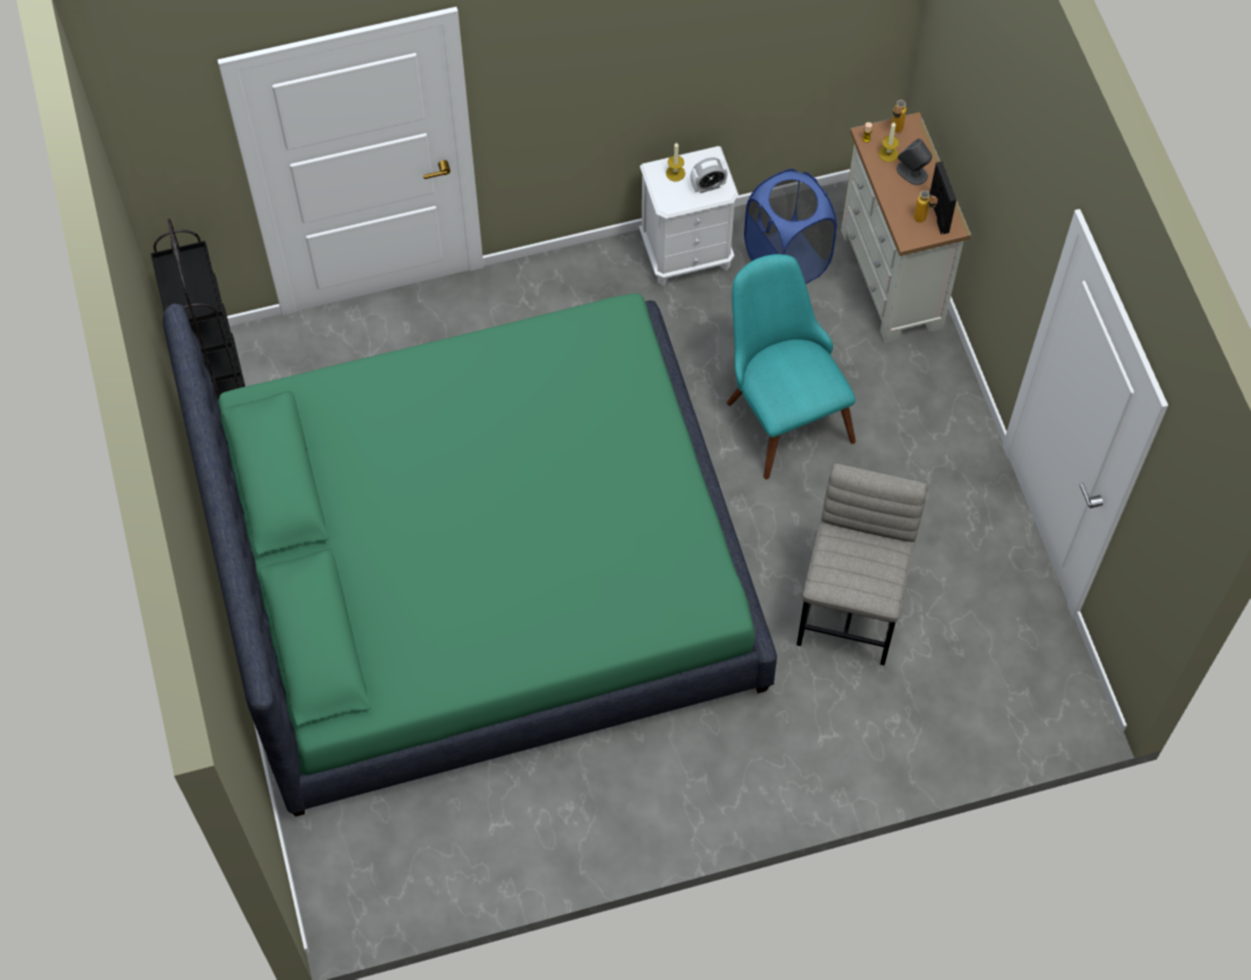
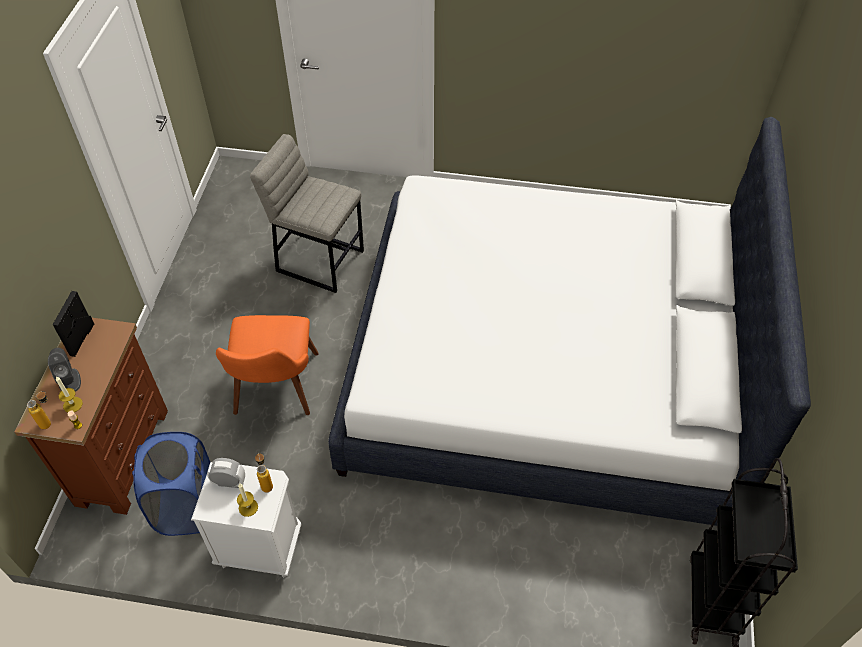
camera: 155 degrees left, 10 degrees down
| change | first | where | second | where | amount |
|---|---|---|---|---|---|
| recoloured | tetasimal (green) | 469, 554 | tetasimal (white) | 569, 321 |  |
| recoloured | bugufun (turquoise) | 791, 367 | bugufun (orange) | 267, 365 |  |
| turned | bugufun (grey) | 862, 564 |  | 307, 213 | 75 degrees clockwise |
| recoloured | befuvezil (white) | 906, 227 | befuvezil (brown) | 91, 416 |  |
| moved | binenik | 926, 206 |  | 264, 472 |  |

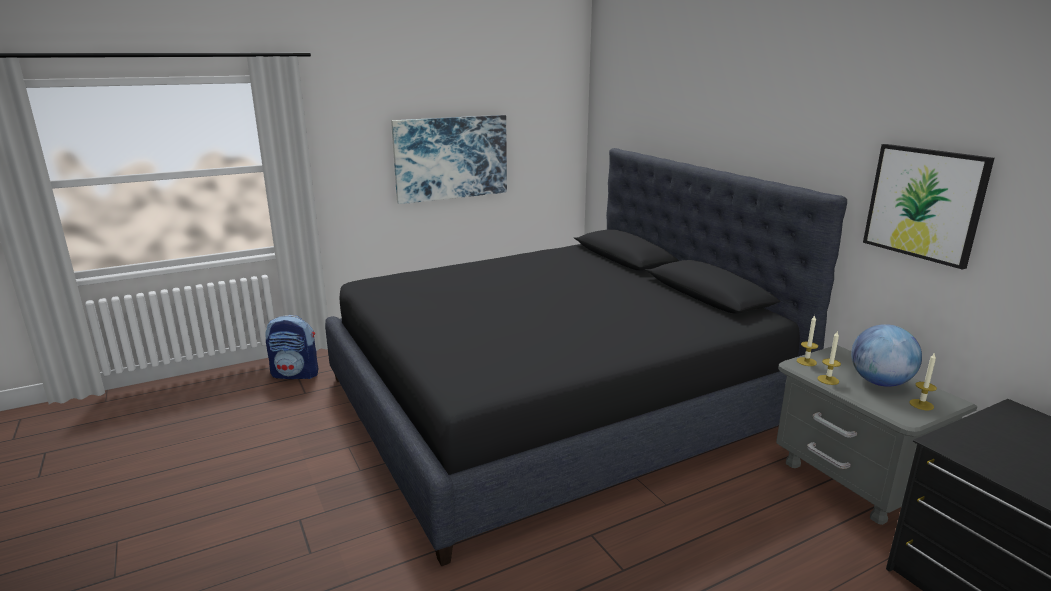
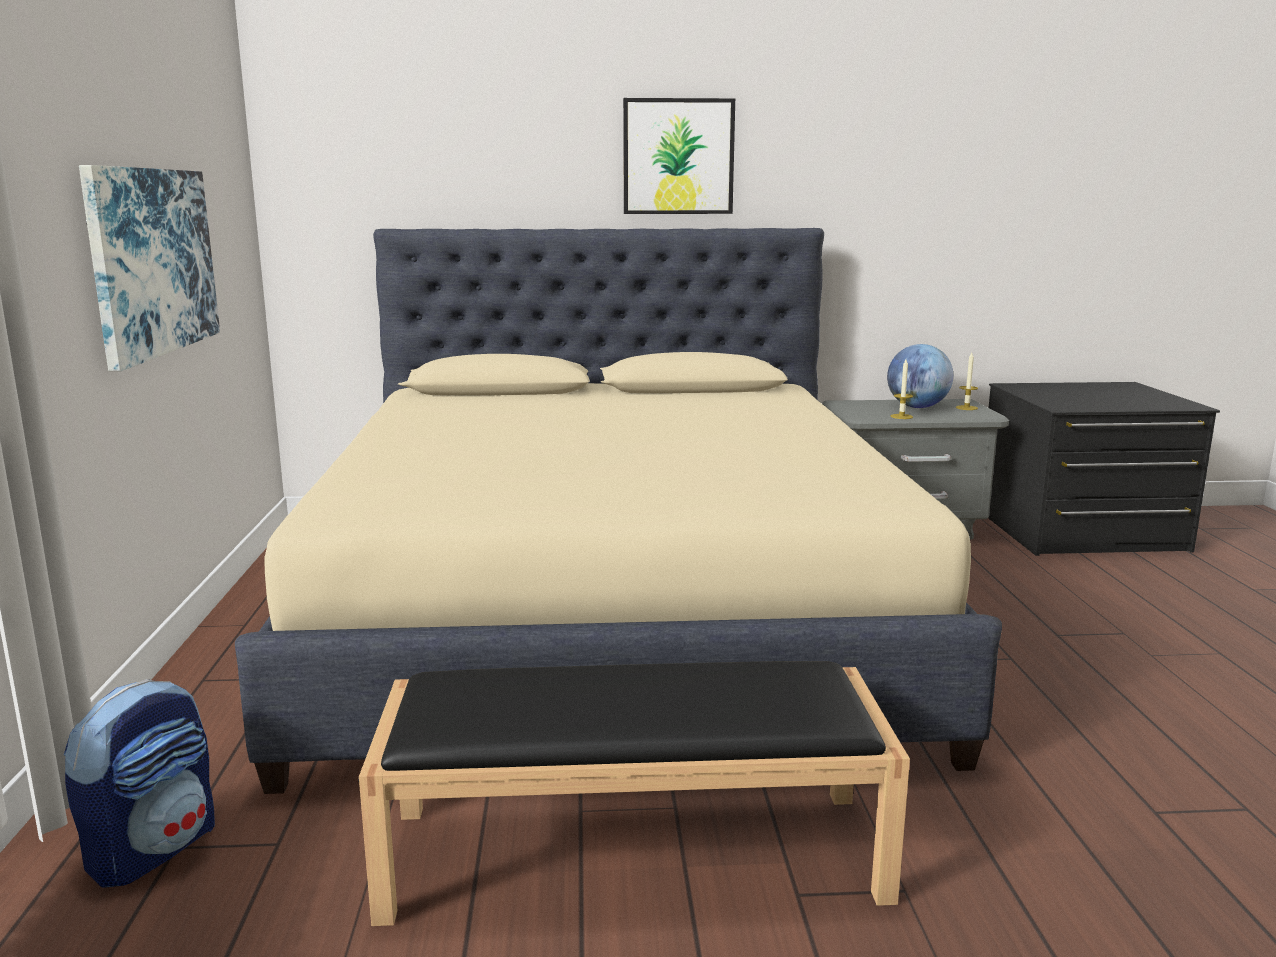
camera: 65 degrees left, 5 degrees down
| change | first | where | second | where | amount |
|---|---|---|---|---|---|
| recoloured | tetasimal (black) | 586, 357 | tetasimal (beige) | 618, 511 |  |
| removed | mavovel | 807, 340 |  |  |  |
| moved | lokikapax | 928, 207 |  | 679, 156 |  |
| added |  |  | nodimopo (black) | 634, 793 |  |

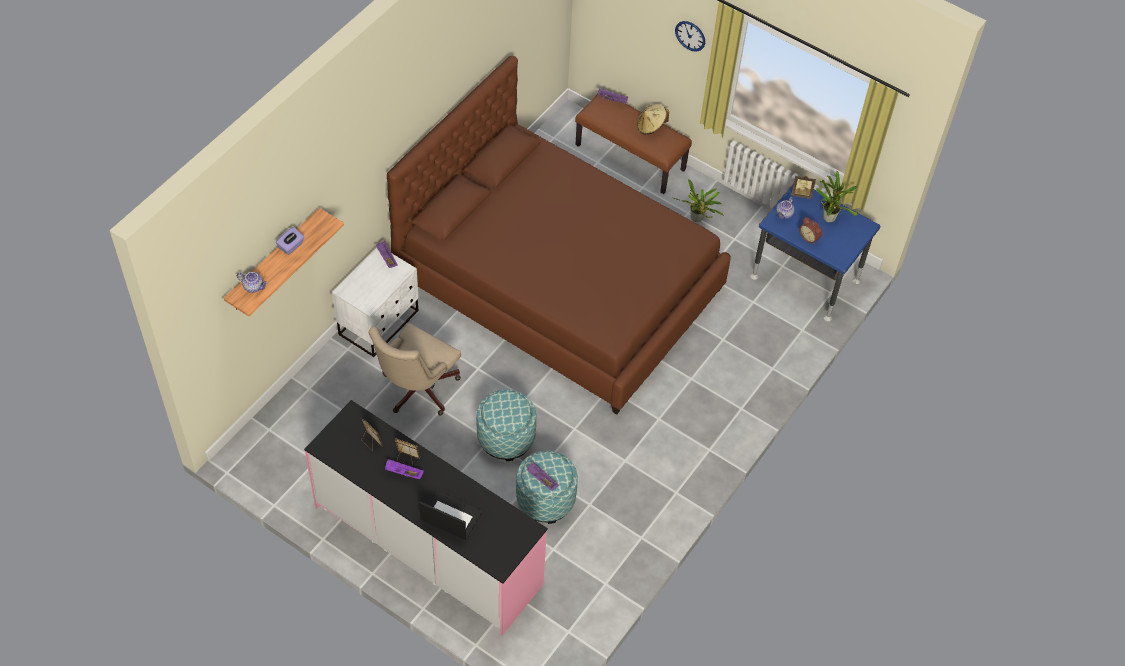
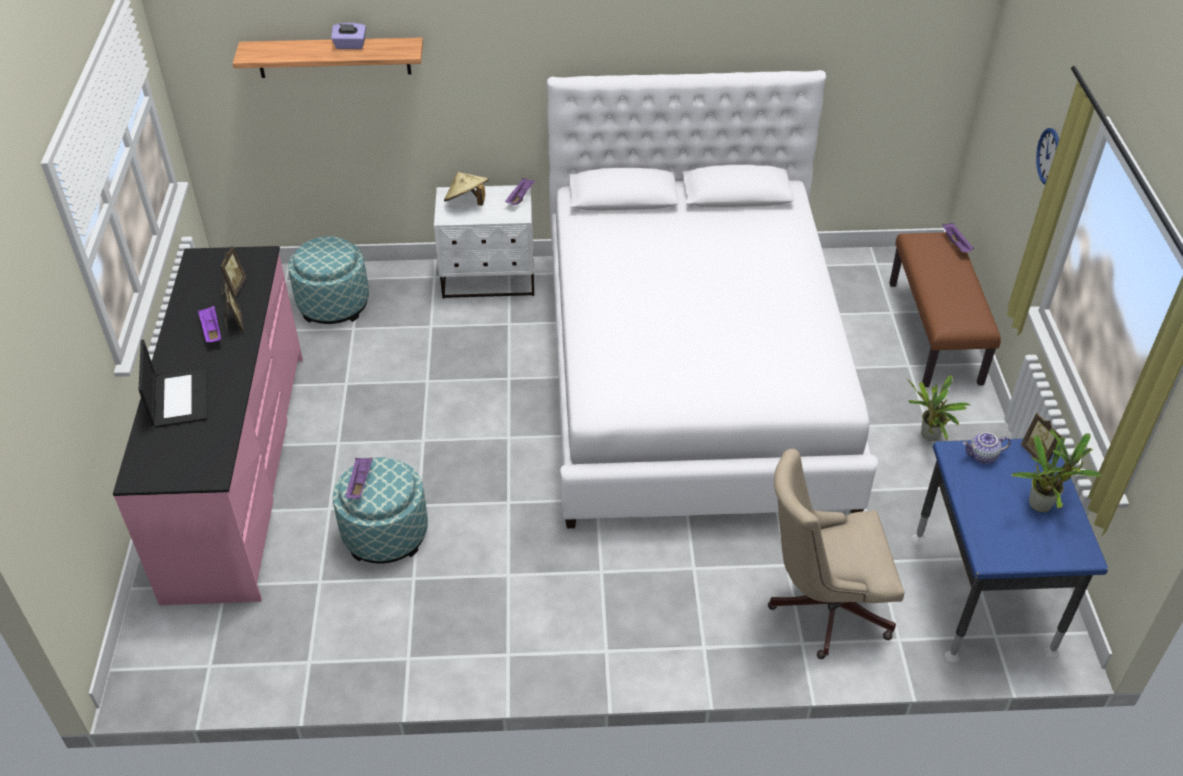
camera: 55 degrees right, 10 degrees down
| change | first | where | second | where | amount |
|---|---|---|---|---|---|
| removed | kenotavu | 252, 282 |  |  |  |
| moved | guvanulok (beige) | 415, 369 |  | 836, 554 |  |
| recoloured | tetasimal (brown) | 559, 235 | tetasimal (white) | 712, 299 |  |
| moved | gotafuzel | 506, 425 |  | 328, 280 |  |
| moved | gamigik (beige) | 653, 119 |  | 466, 189 |  |
| removed | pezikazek | 810, 230 |  |  |  |

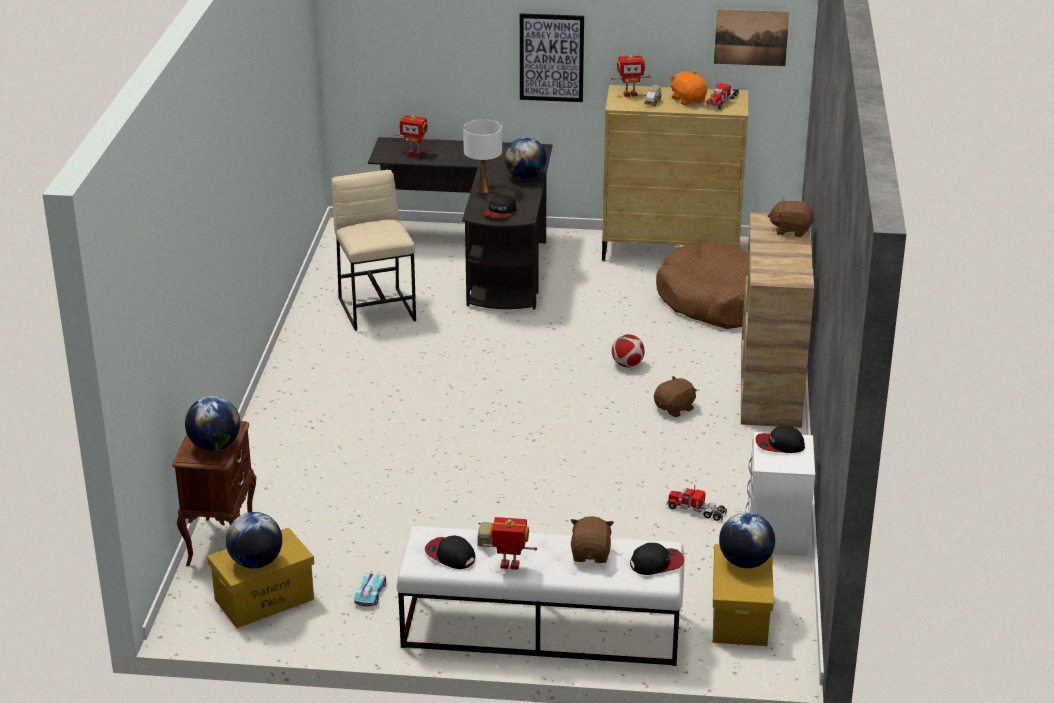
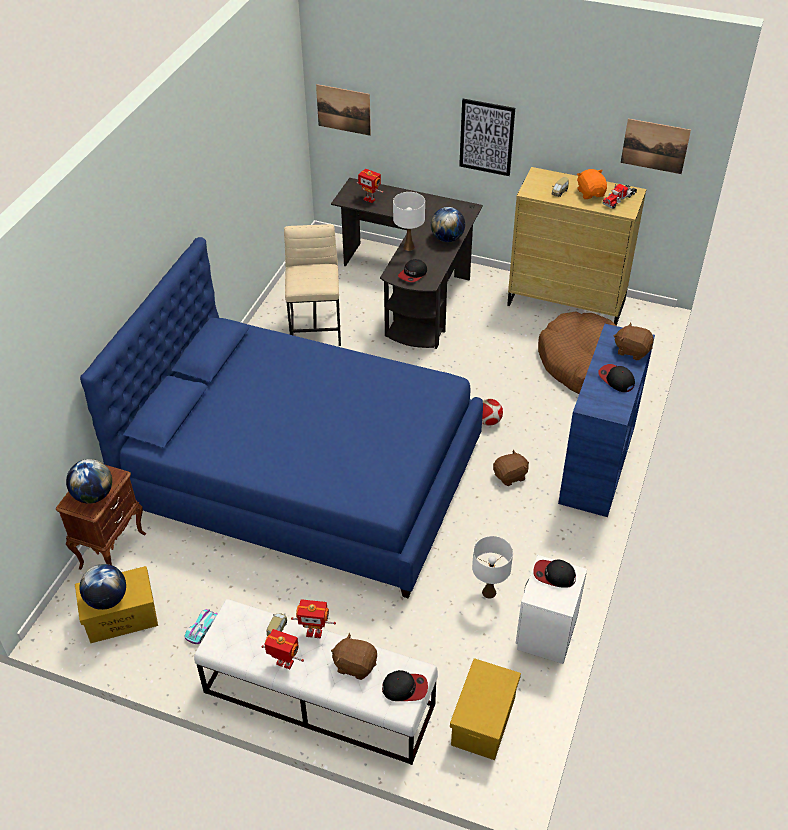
camera: 15 degrees right, 15 degrees up
| change | first | where | second | where | amount |
|---|---|---|---|---|---|
| moved | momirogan | 450, 552 |  | 616, 378 |  |
| turned | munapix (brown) | 592, 539 |  | 354, 656 | 90 degrees counterclockwise |
| moved | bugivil | 631, 76 |  | 313, 619 |  |
| replaced | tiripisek | 696, 503 | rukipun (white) | 492, 567 |  |
| removed | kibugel | 747, 540 |  |  |  |
| recoloured | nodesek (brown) | 777, 320 | nodesek (blue) | 606, 420 |  |
| added |  |  | tetasimal (blue) | 281, 417 |  |
| added |  |  | lokikapax | 343, 110 |  |

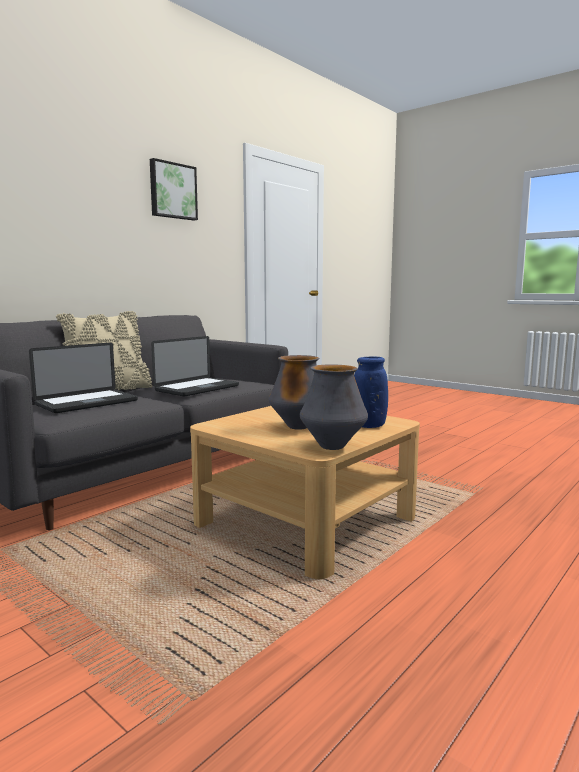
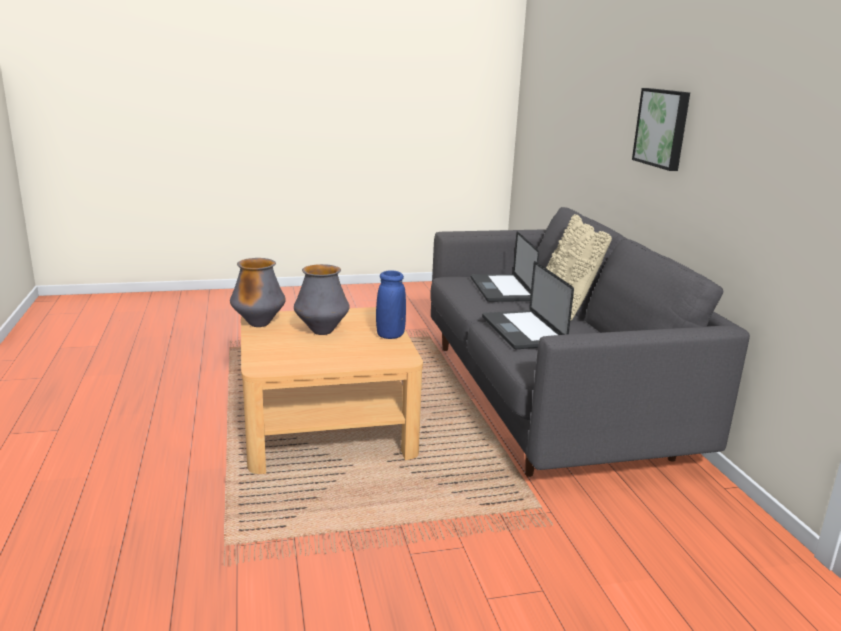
camera: 125 degrees right, 10 degrees up
| change | first | where | second | where | amount |
|---|---|---|---|---|---|
| moved | lokikapax | 174, 189 |  | 661, 129 |  |
| moved | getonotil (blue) | 371, 392 |  | 391, 304 |  |

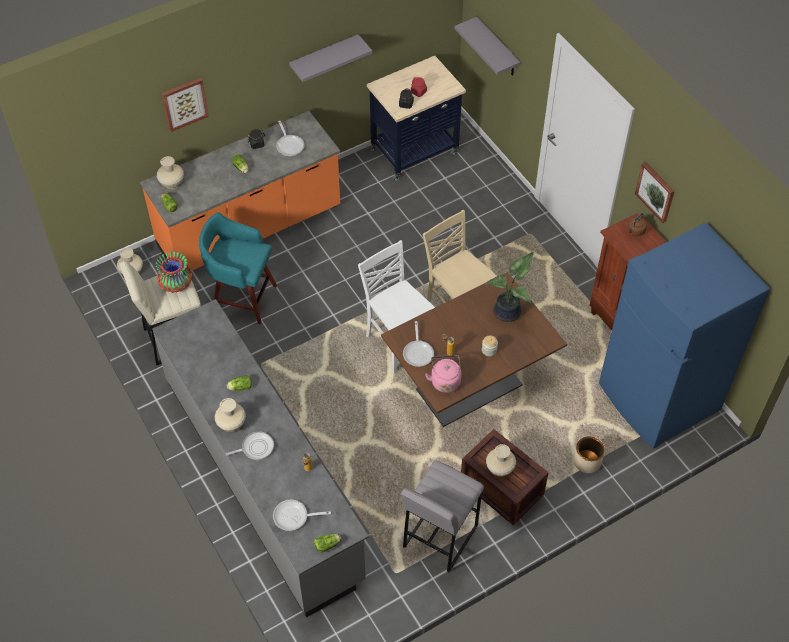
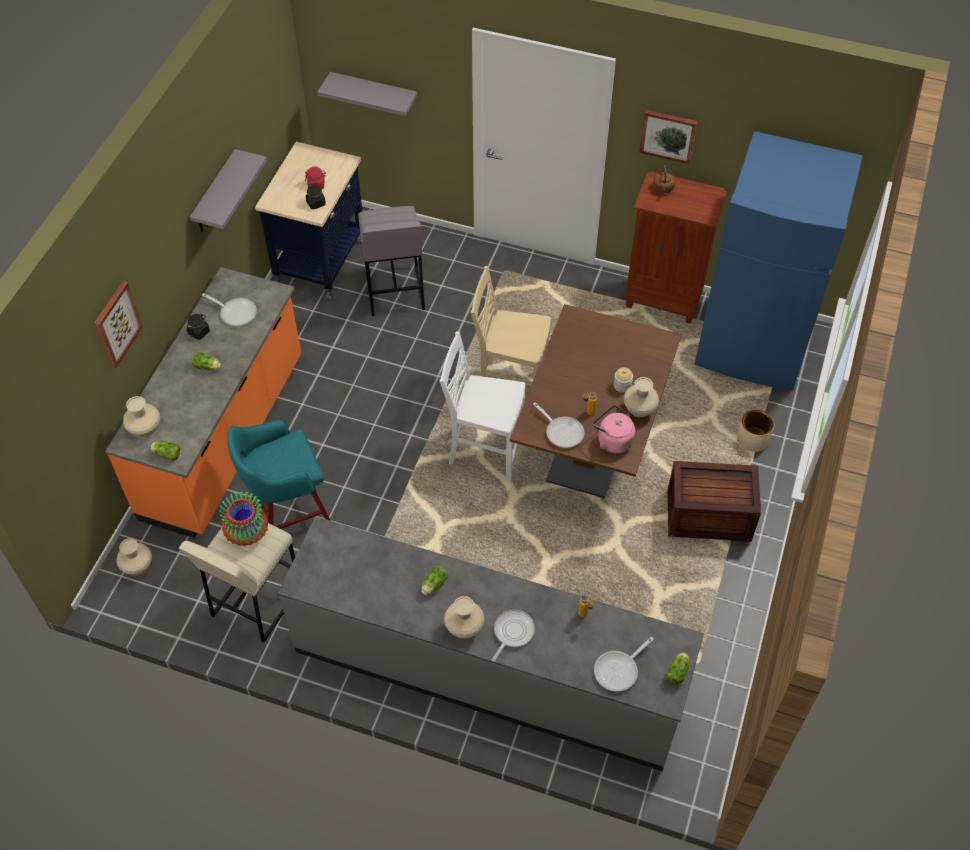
camera: 40 degrees left, 0 degrees up
| change | first | where | second | where | amount |
|---|---|---|---|---|---|
| moved | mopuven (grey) | 442, 516 |  | 391, 261 |  |
| removed | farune | 510, 287 |  |  |  |
| moved | getonotil (beige) | 501, 460 |  | 641, 397 |  |

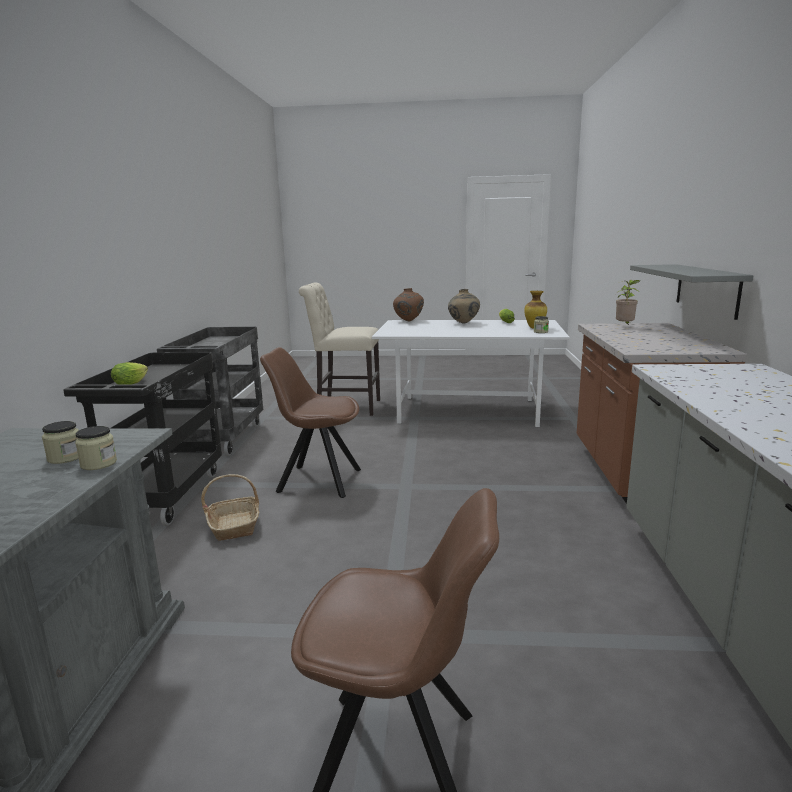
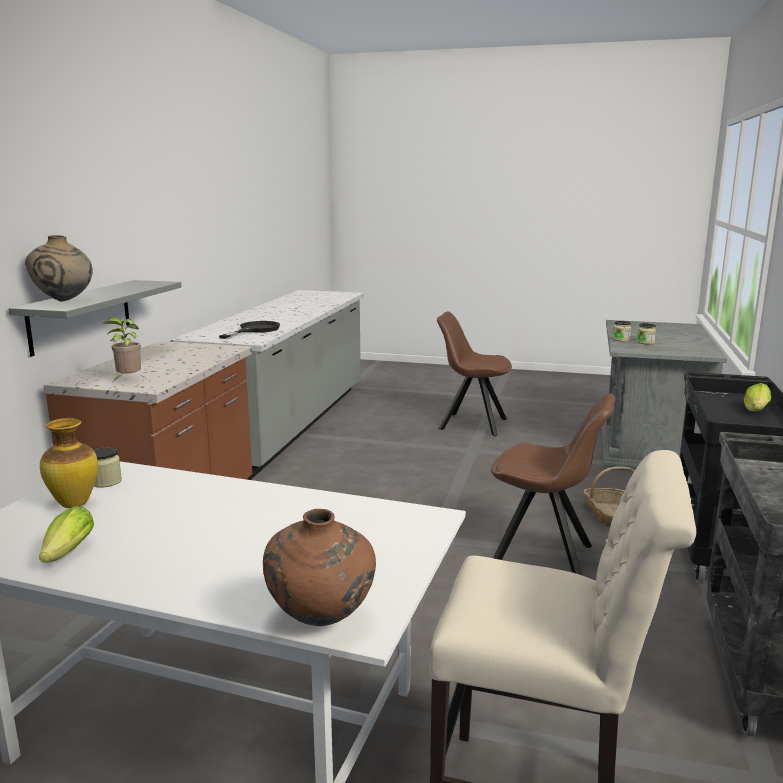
camera: 170 degrees left, 0 degrees up
| change | first | where | second | where | amount |
|---|---|---|---|---|---|
| moved | getonotil (beige) | 464, 306 |  | 59, 268 |  |
| added |  |  | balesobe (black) | 249, 330 |  |

